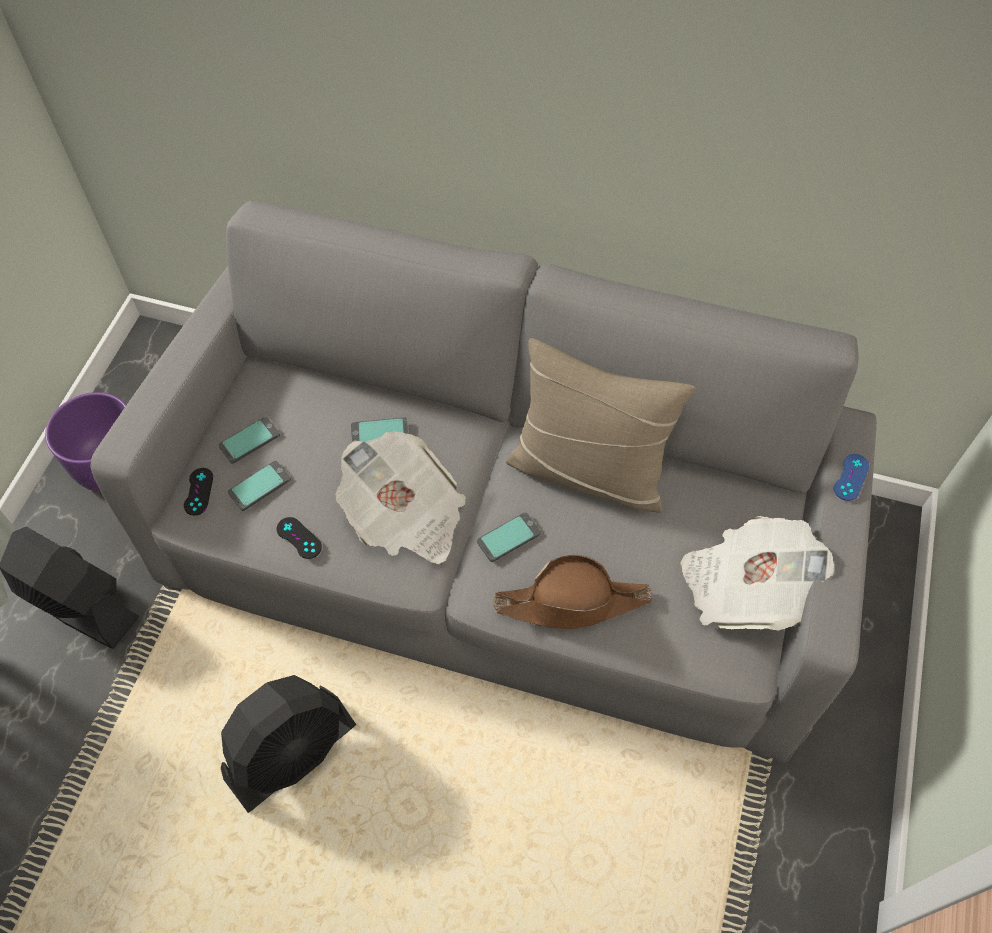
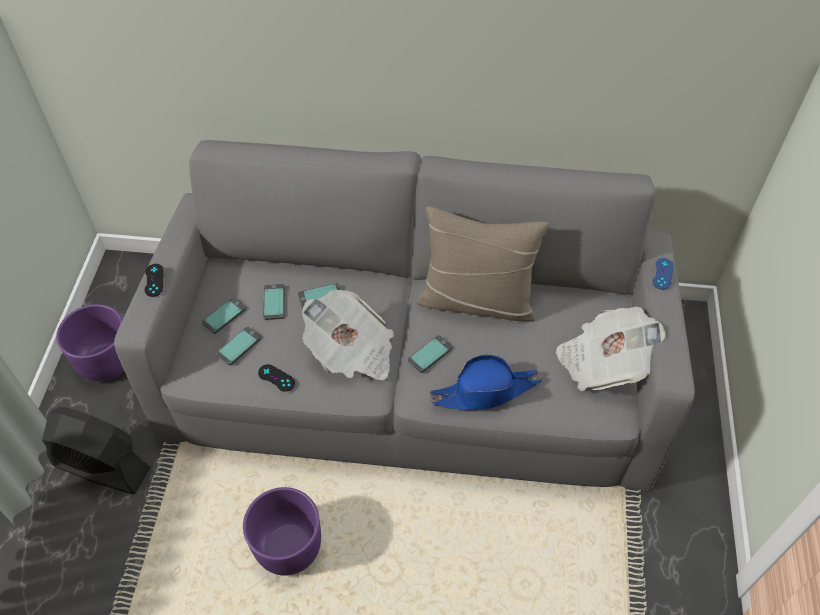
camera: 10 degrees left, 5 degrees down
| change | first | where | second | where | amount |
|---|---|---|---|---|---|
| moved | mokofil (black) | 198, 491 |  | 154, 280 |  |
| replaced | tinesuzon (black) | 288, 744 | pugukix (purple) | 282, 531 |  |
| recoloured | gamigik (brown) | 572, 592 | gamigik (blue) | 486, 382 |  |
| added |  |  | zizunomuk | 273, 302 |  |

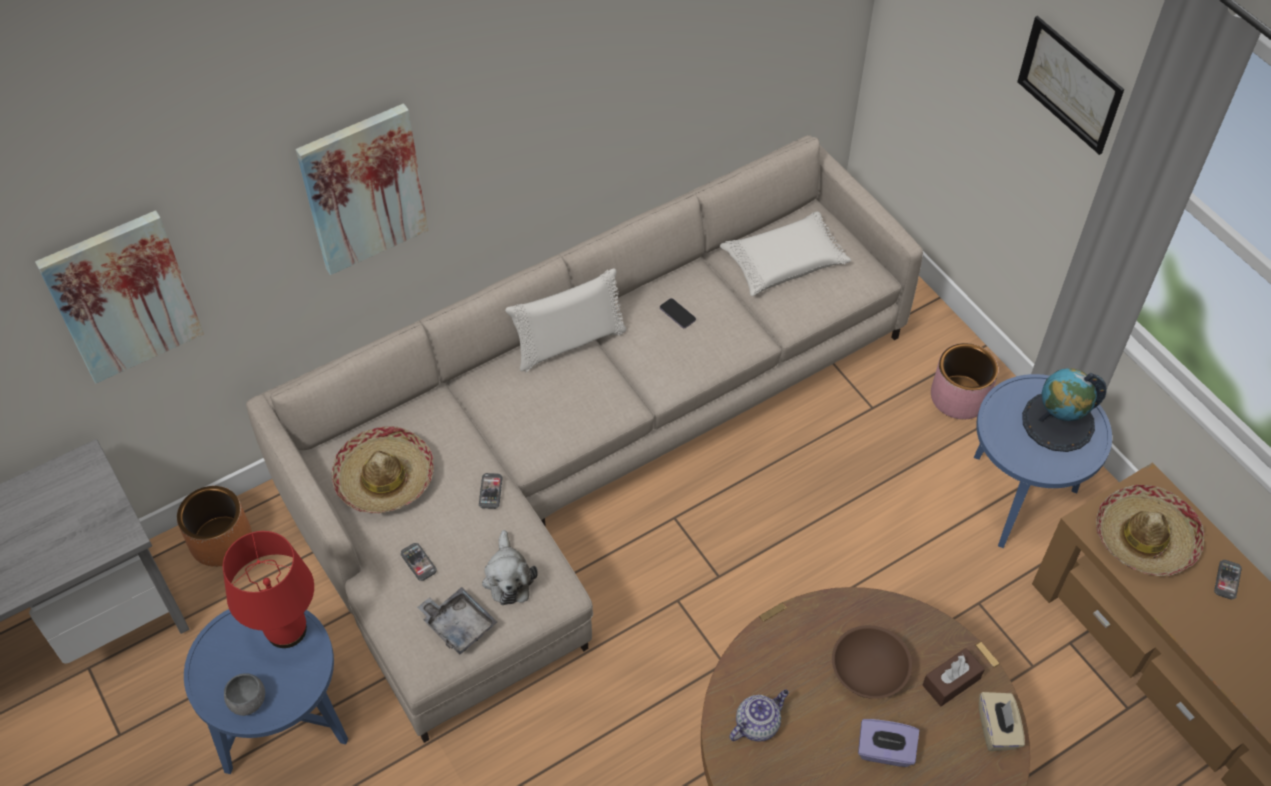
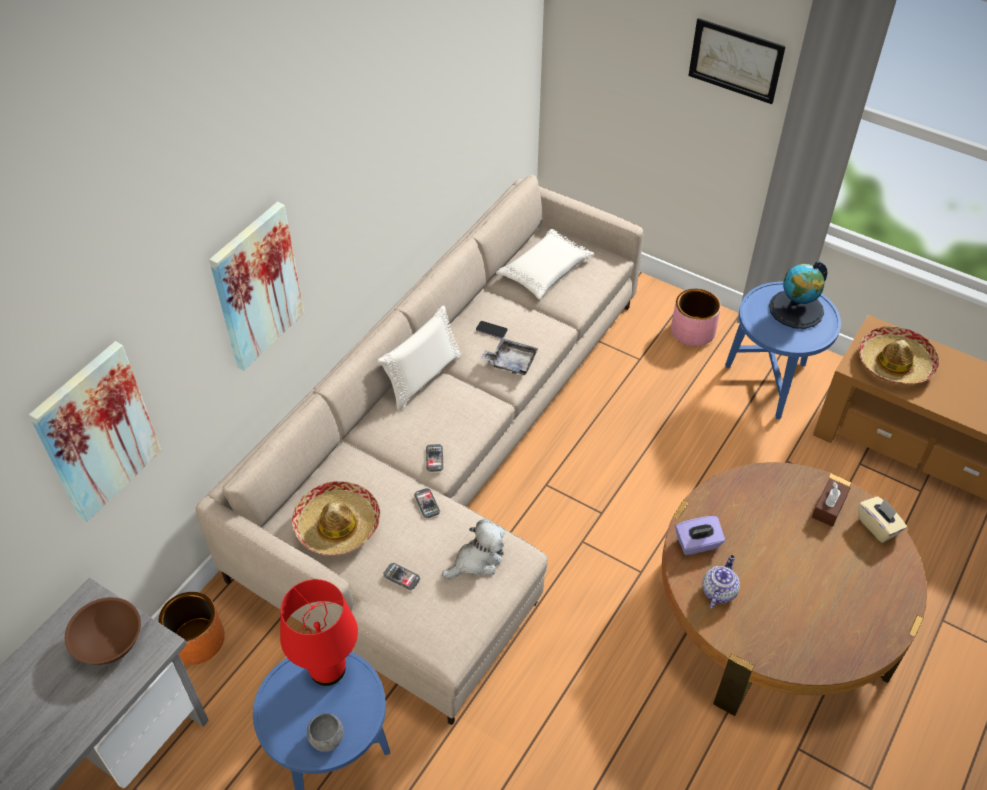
camera: 25 degrees left, 5 degrees down
| change | first | where | second | where | amount |
|---|---|---|---|---|---|
| moved | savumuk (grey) | 457, 621 |  | 509, 356 |  |
| turned | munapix | 510, 567 |  | 473, 549 | 90 degrees counterclockwise |
| moved | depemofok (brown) | 872, 662 |  | 103, 631 |  |
| moved | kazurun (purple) | 888, 743 |  | 700, 535 |  |
| moved | zizunomuk | 1228, 580 |  | 434, 458 |  |

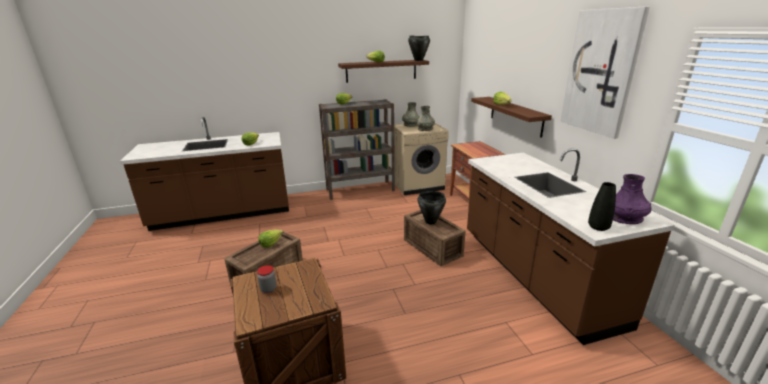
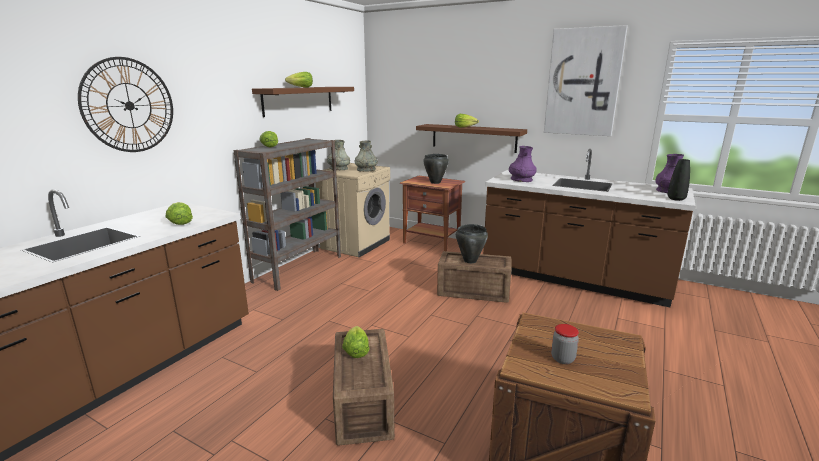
camera: 45 degrees left, 5 degrees down
| change | first | where | second | where | amount |
|---|---|---|---|---|---|
| moved | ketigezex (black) | 419, 48 |  | 436, 169 |  |
| added |  |  | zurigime | 125, 104 |  |
| added |  |  | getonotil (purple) | 523, 164 |  |

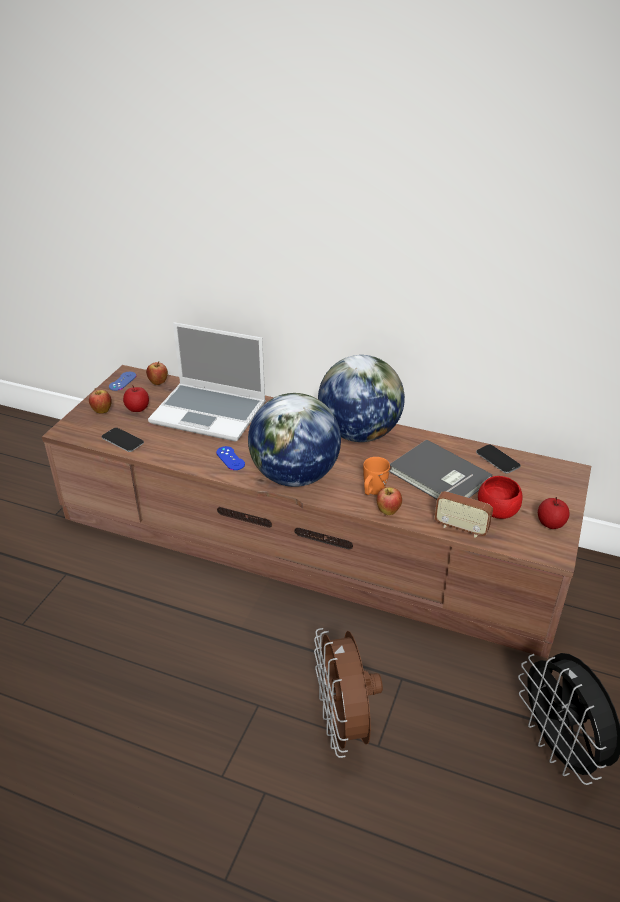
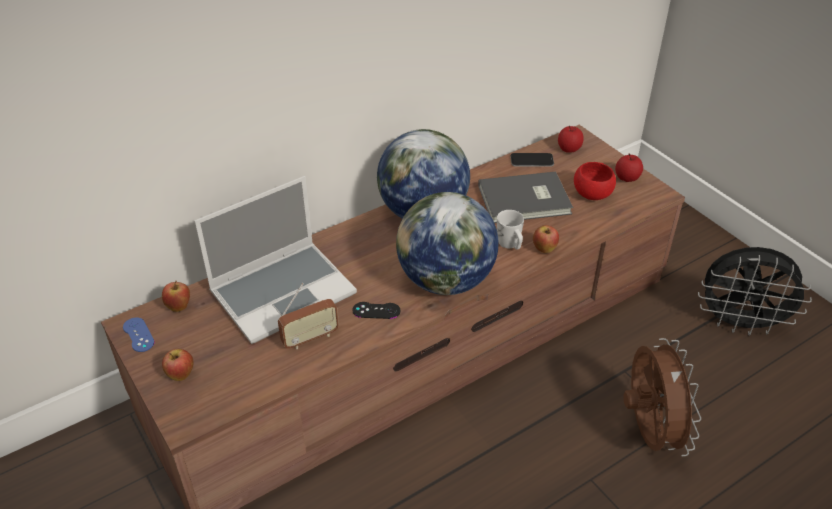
camera: 55 degrees left, 5 degrees up
| change | first | where | second | where | amount |
|---|---|---|---|---|---|
| removed | zizunomuk | 123, 440 |  |  |  |
| moved | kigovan | 136, 398 |  | 571, 139 |  |
| recoloured | mokofil (blue) | 230, 458 | mokofil (black) | 376, 310 |  |
| turned | tinesuzon (brown) | 348, 693 |  | 662, 397 | 120 degrees counterclockwise |
| recoloured | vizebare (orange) | 376, 476 | vizebare (white) | 510, 230 |  |
| moved | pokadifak | 464, 506 |  | 308, 316 |  |

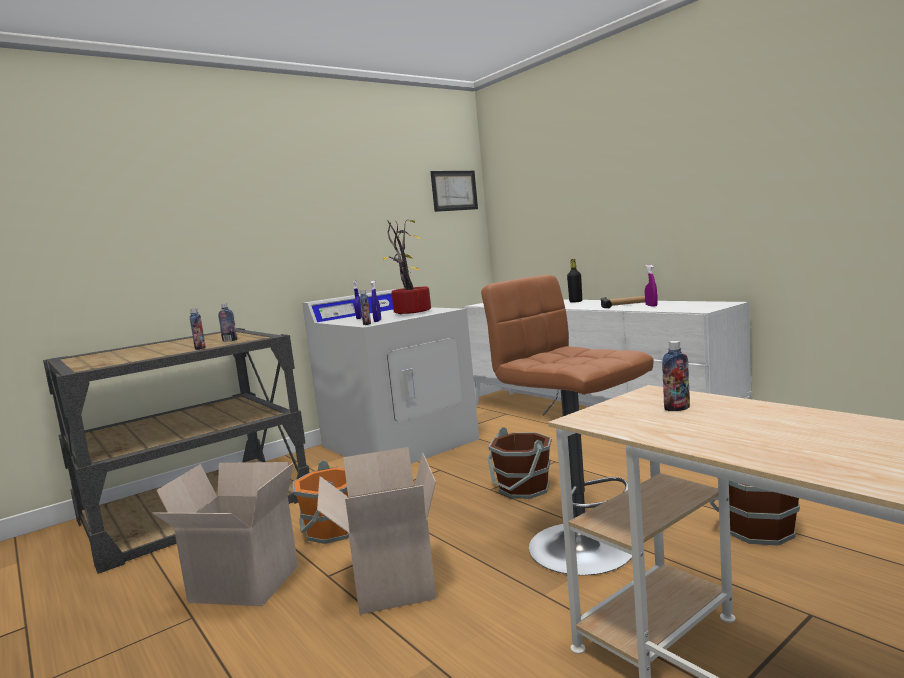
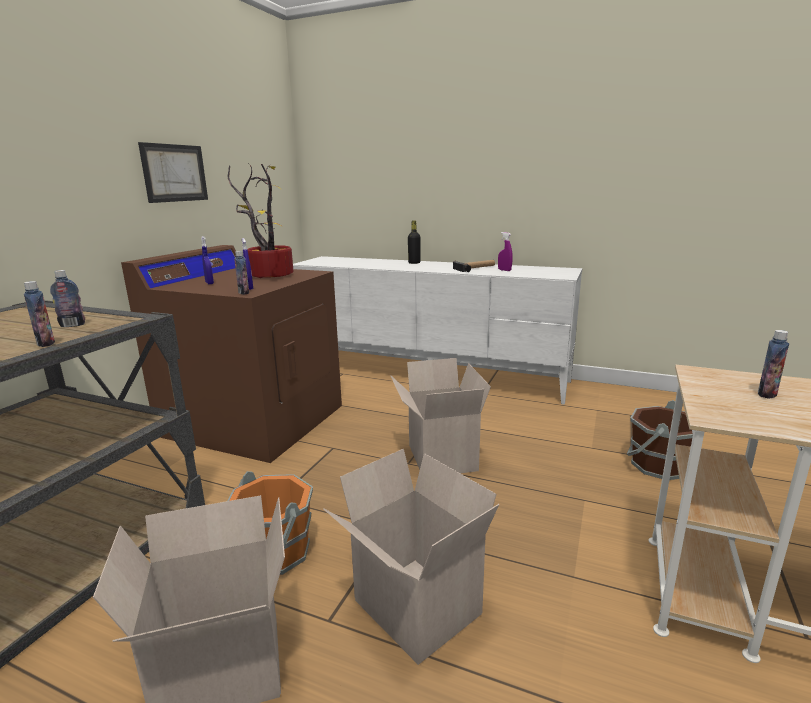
camera: 30 degrees left, 10 degrees up
| change | first | where | second | where | amount |
|---|---|---|---|---|---|
| recoloured | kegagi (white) | 390, 376 | kegagi (brown) | 231, 354 |  |
| moved | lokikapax | 454, 191 |  | 173, 172 |  |
| removed | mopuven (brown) | 567, 425 |  |  |  |
| replaced | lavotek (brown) | 520, 463 | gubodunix | 440, 415 |  |

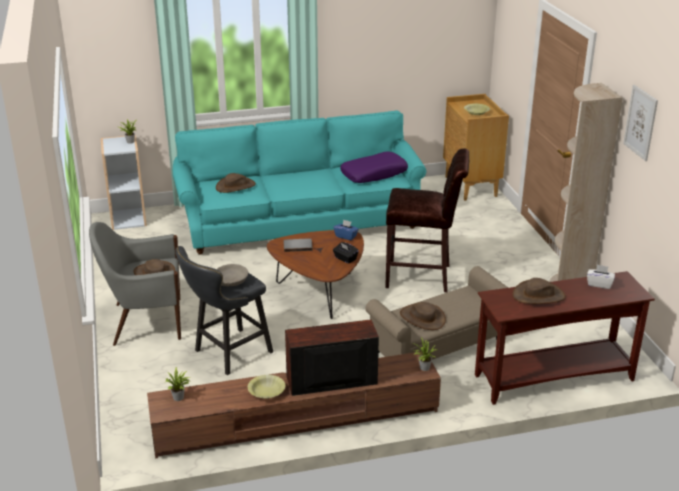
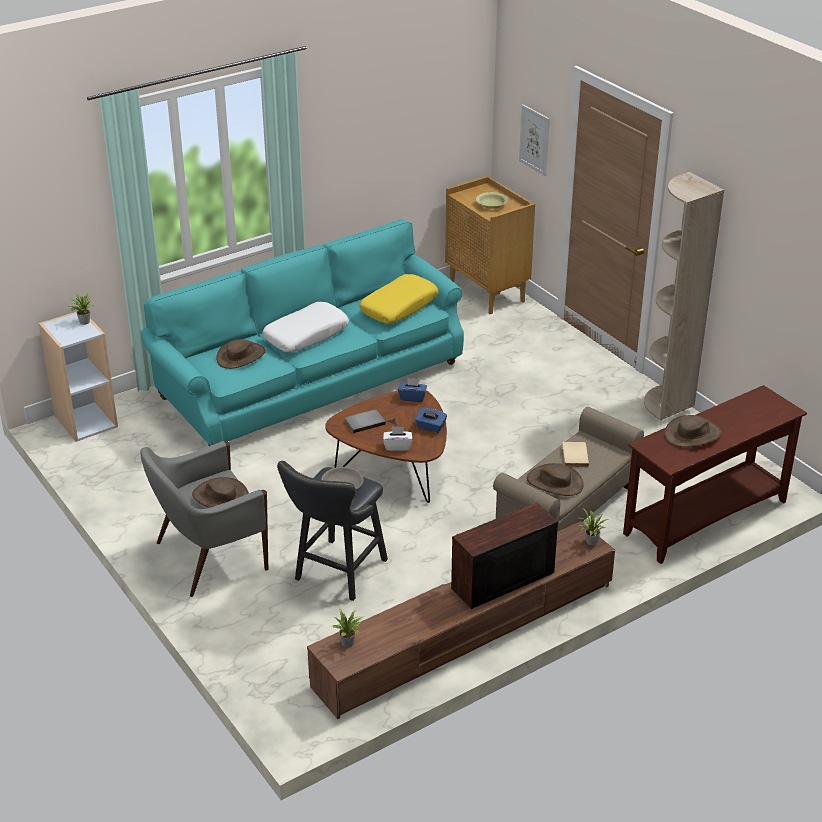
camera: 20 degrees left, 5 degrees up
| change | first | where | second | where | amount |
|---|---|---|---|---|---|
| removed | depemofok (yellow) | 266, 387 |  |  |  |
| recoloured | kazurun (black) | 346, 253 | kazurun (blue) | 431, 420 |  |
| recoloured | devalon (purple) | 374, 167 | devalon (yellow) | 399, 299 |  |
| removed | mopuven (brown) | 427, 220 |  |  |  |
| moved | kazurun (white) | 601, 277 |  | 397, 439 |  |
| moved | lokikapax | 640, 123 |  | 534, 140 |  |
| added |  |  | devalon (white) | 306, 327 |  |
| added |  |  | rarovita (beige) | 575, 454 |  |

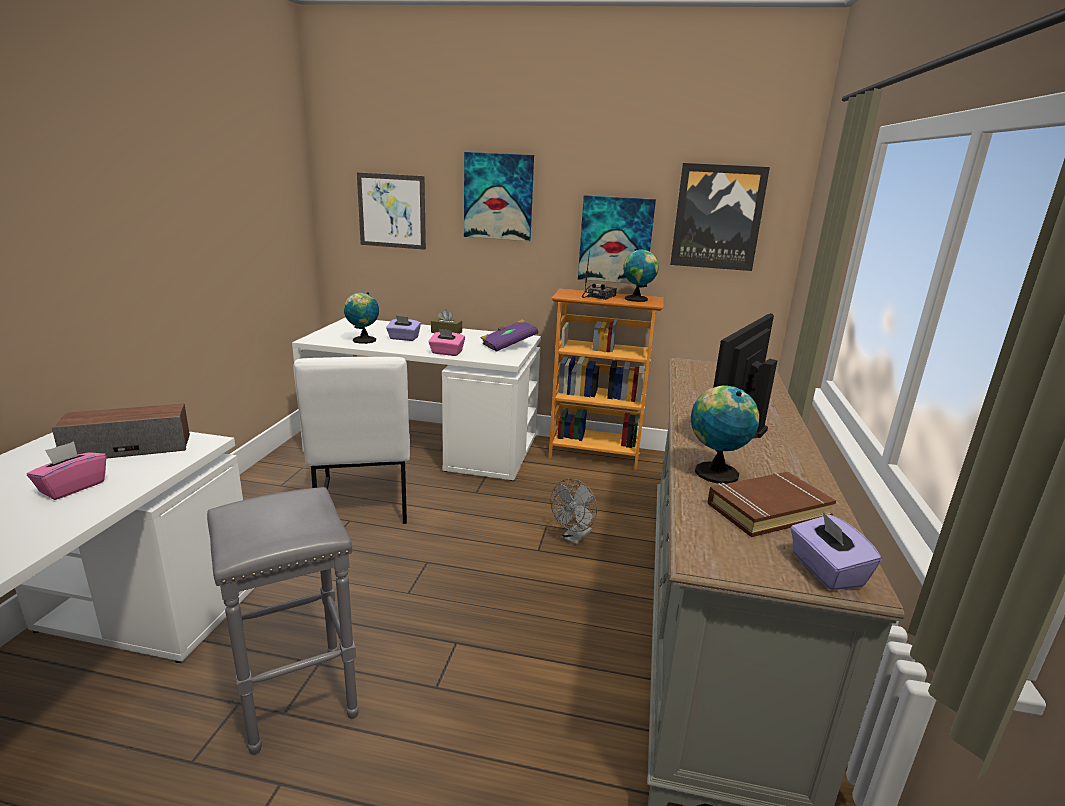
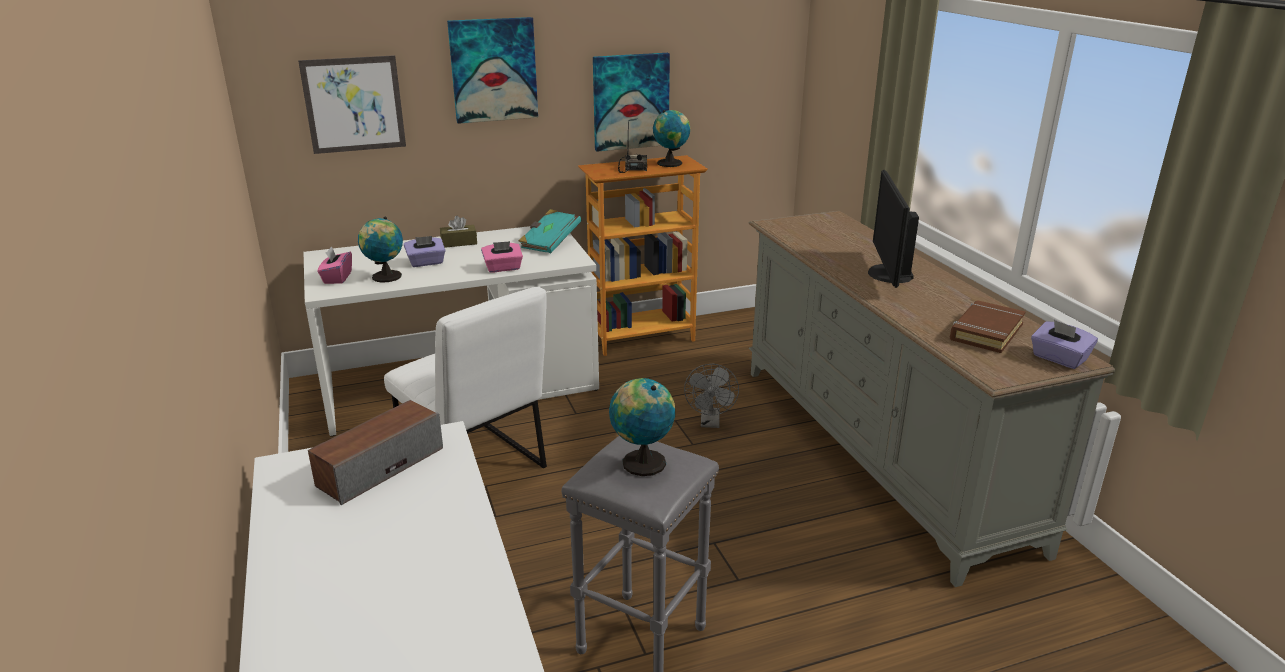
camera: 30 degrees left, 5 degrees up
| change | first | where | second | where | amount |
|---|---|---|---|---|---|
| moved | kazurun (pink) | 66, 470 |  | 334, 265 |  |
| recoloured | rarovita (purple) | 509, 336 | rarovita (turquoise) | 550, 231 |  |
| removed | lokikapax | 720, 217 |  |  |  |
| moved | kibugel | 725, 435 |  | 642, 427 |  |

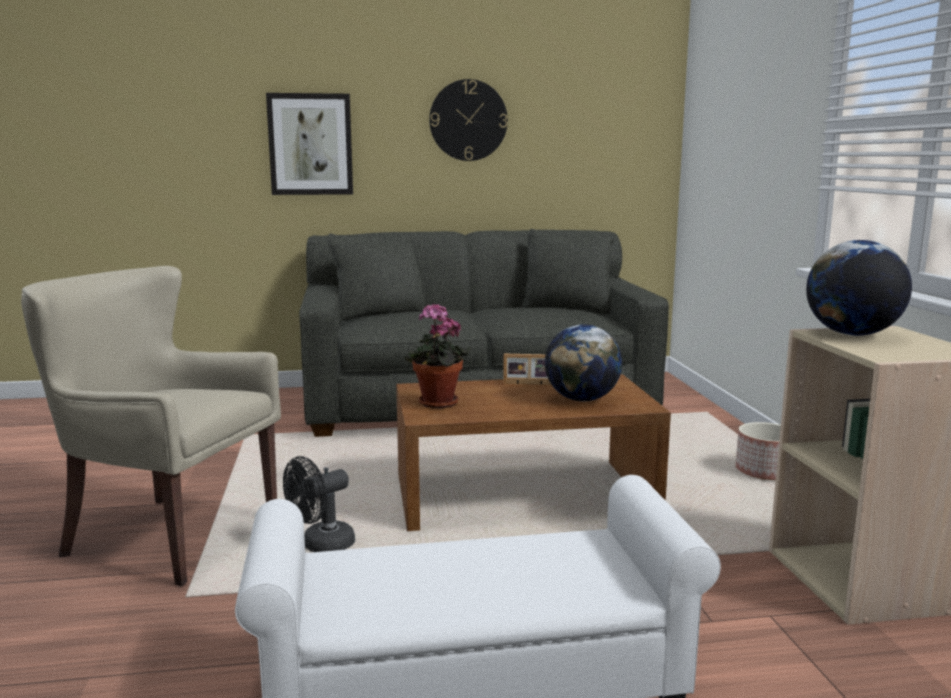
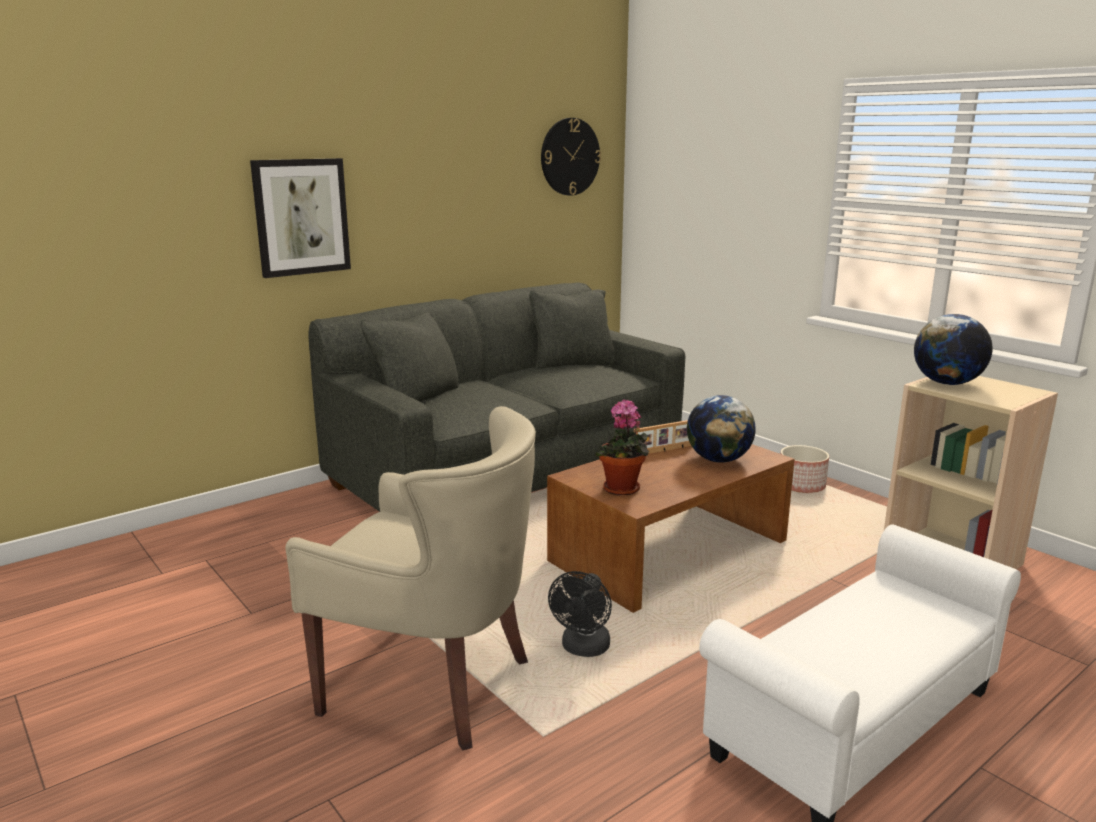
camera: 30 degrees left, 5 degrees up
| change | first | where | second | where | amount |
|---|---|---|---|---|---|
| turned | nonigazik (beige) | 151, 426 |  | 410, 578 | 150 degrees counterclockwise |
| moved | zurigime | 468, 120 |  | 571, 157 |  |

